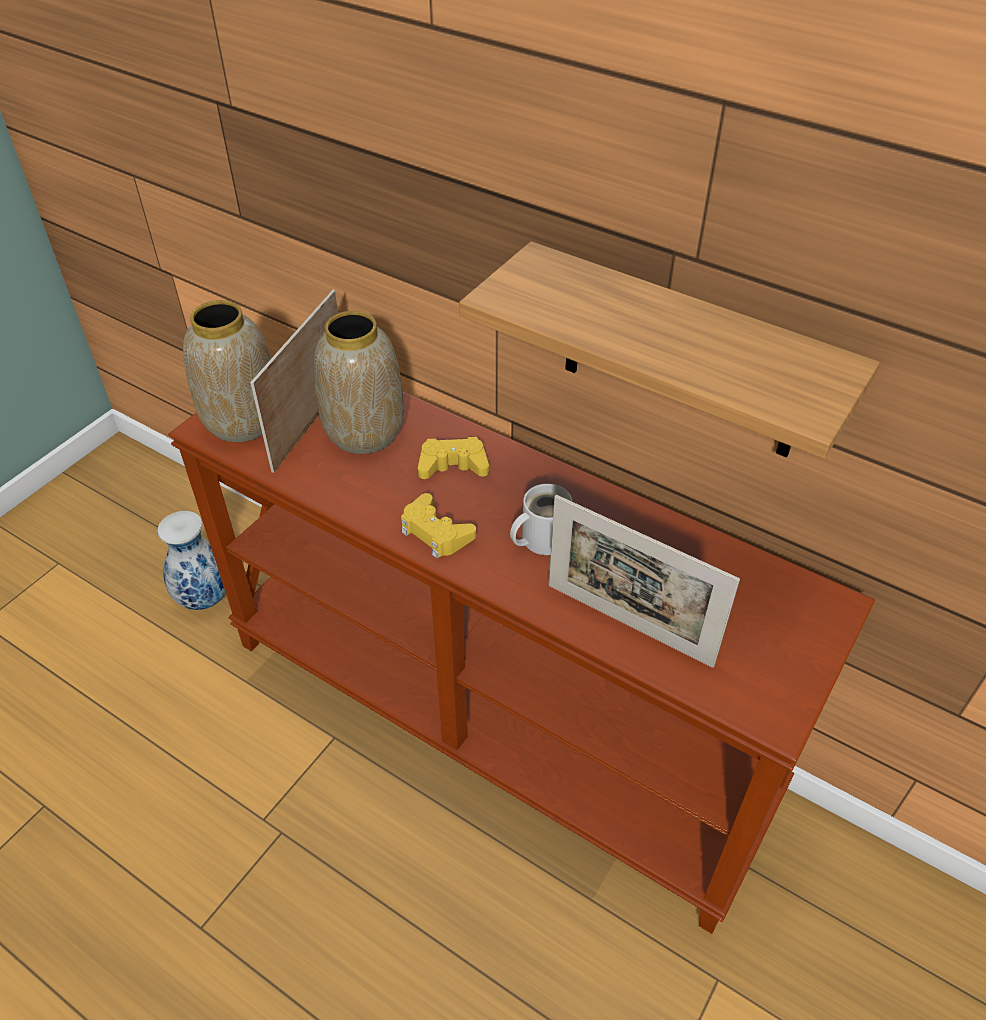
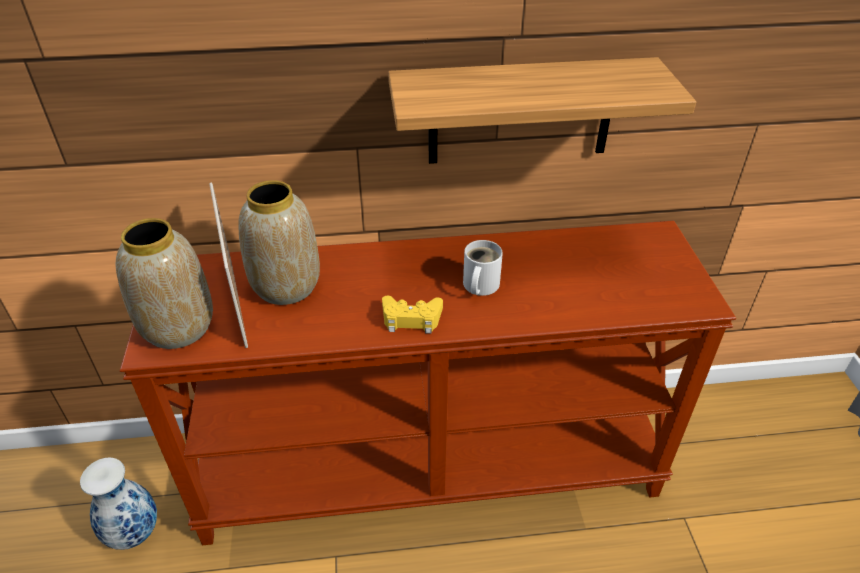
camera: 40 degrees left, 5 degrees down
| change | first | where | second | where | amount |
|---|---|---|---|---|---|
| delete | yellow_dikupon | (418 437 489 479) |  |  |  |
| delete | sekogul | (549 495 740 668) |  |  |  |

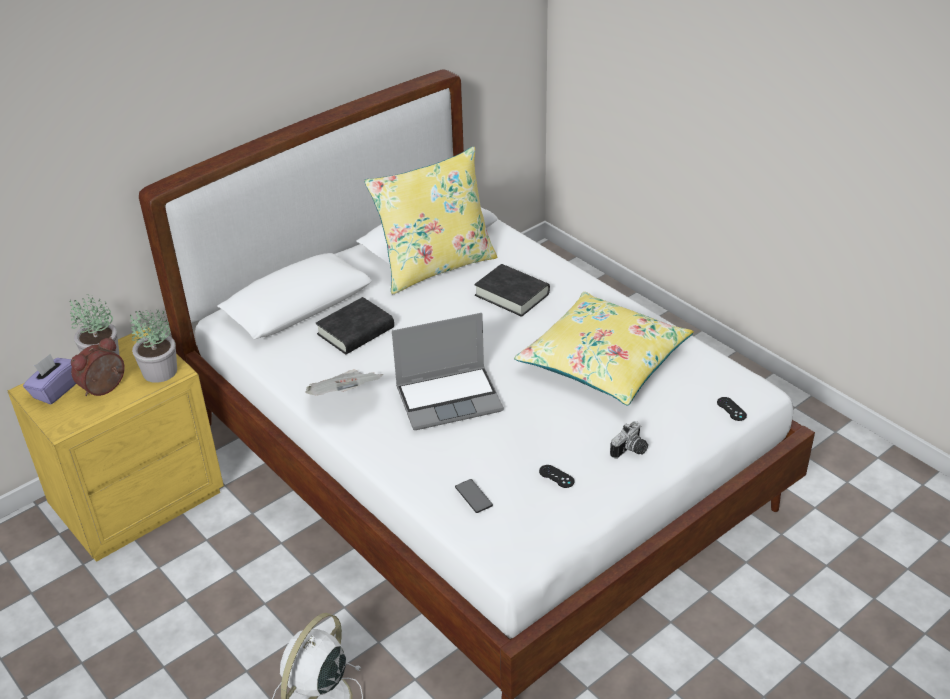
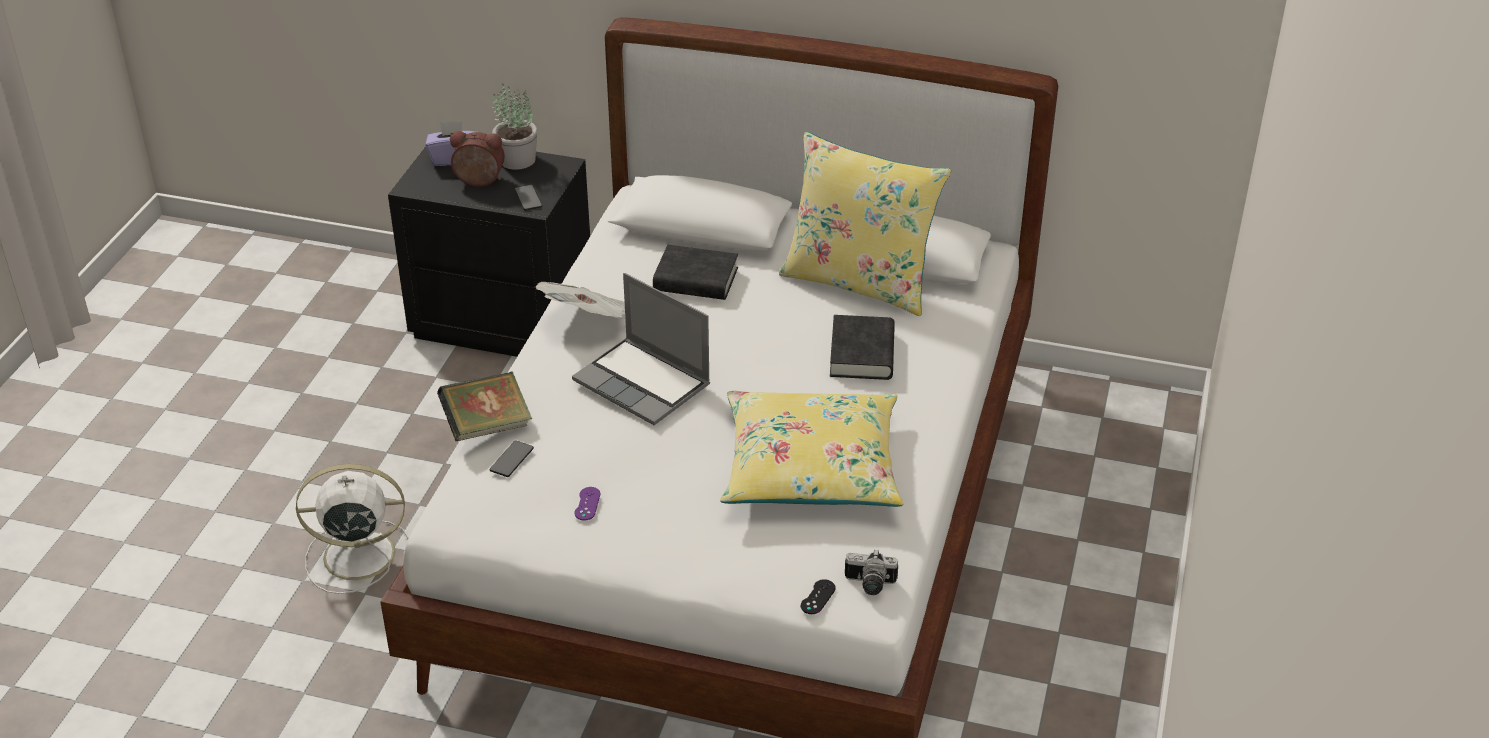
camera: 55 degrees right, 0 degrees up
| change | first | where | second | where | amount |
|---|---|---|---|---|---|
| replace | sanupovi | (130 310 177 383) | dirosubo | (515 185 542 211) |  |
| recolor | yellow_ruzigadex | (7 326 224 562) | black_ruzigadex | (388 146 590 357) |  |
| move | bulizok | (610 421 648 459) |  | (845 549 898 595) |  |
| recolor | black_dikupon | (539 465 574 488) | purple_dikupon | (574 487 600 520) |  |
| insert |  |  | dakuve | (437 371 532 441) |  |

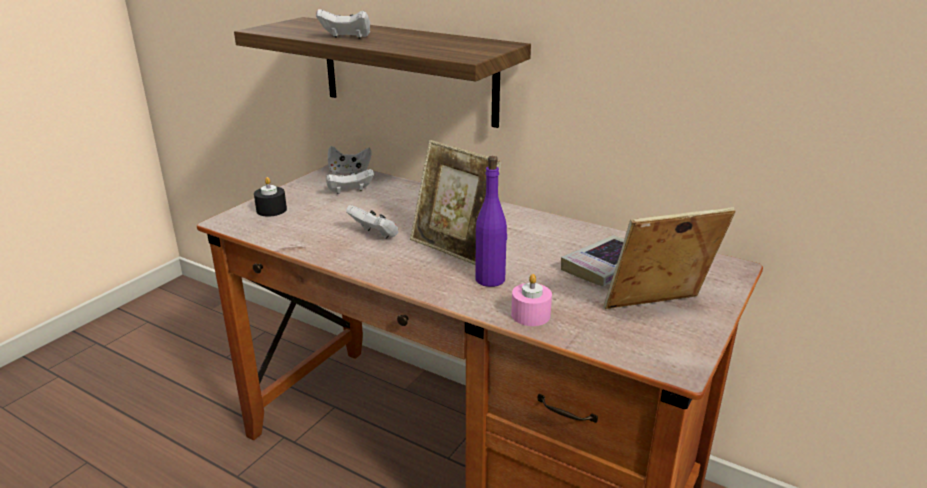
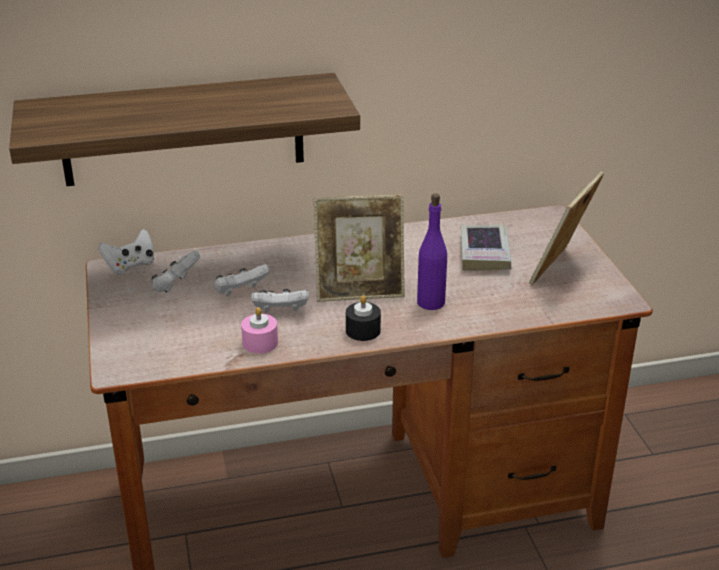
camera: 45 degrees left, 5 degrees up
| change | first | where | second | where | amount |
|---|---|---|---|---|---|
| move | white_dikupon | (316 9 370 39) |  | (215 264 270 296) |  |
| move | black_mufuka | (254 177 287 217) |  | (346 295 381 341) |  |
| move | pink_mufuka | (511 274 552 326) |  | (241 307 278 354) |  |

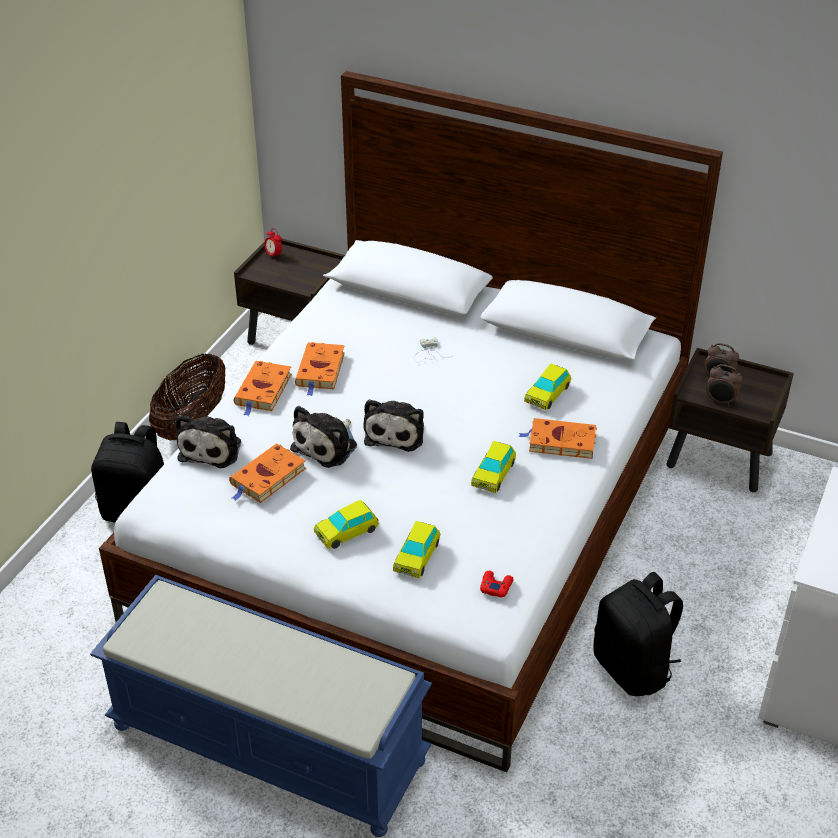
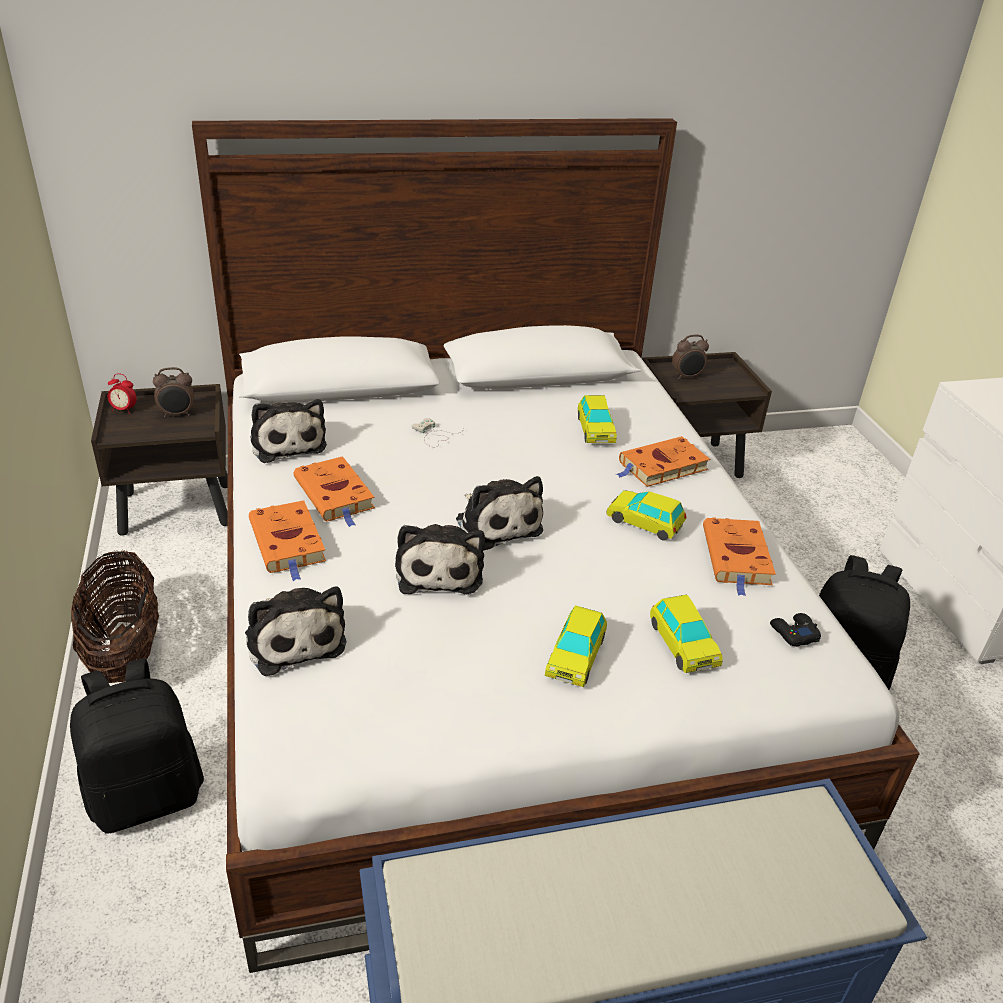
camera: 40 degrees left, 5 degrees down
| change | first | where | second | where | amount |
|---|---|---|---|---|---|
| move | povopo | (706 364 742 406) |  | (153 367 194 417) |  |
| rotate | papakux | (471 441 516 493) |  | (606 490 687 541) | 135 degrees clockwise |
| move | orange_dakuve | (229 443 306 503) |  | (703 517 776 596) |  |
| recolor | red_dikupon | (480 571 513 598) | black_dikupon | (770 613 821 647) |  |
| insert |  |  | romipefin | (250 399 327 463) |  |

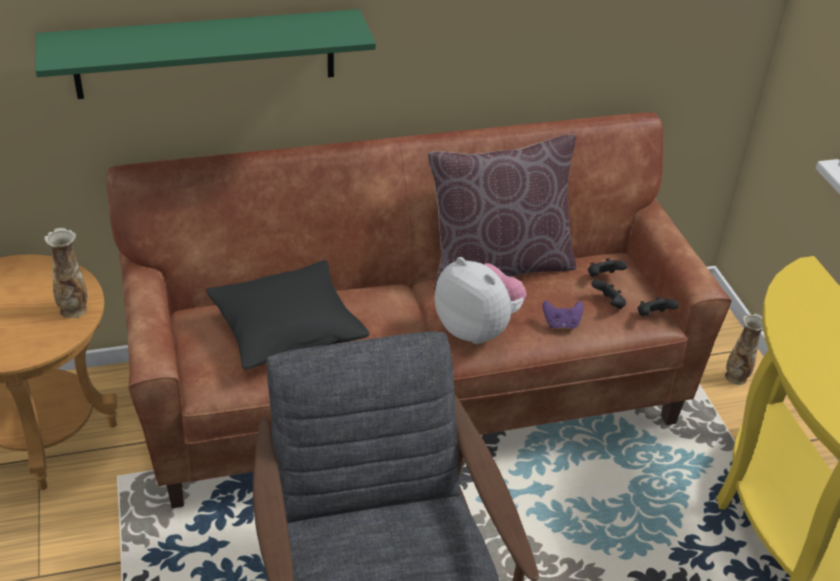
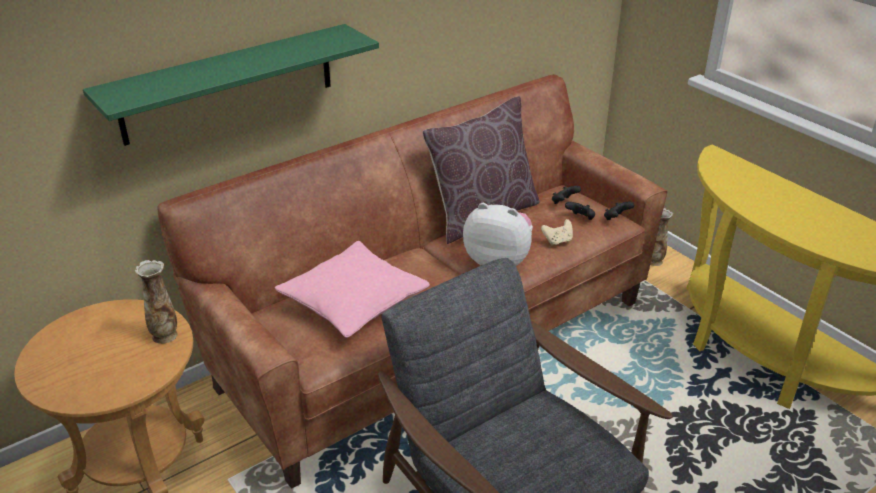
camera: 20 degrees left, 5 degrees down
| change | first | where | second | where | amount |
|---|---|---|---|---|---|
| recolor | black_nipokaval | (206 260 370 369) | pink_nipokaval | (275 241 430 338) |  |
| recolor | purple_dikupon | (543 300 583 329) | beige_dikupon | (541 219 573 245) |  |

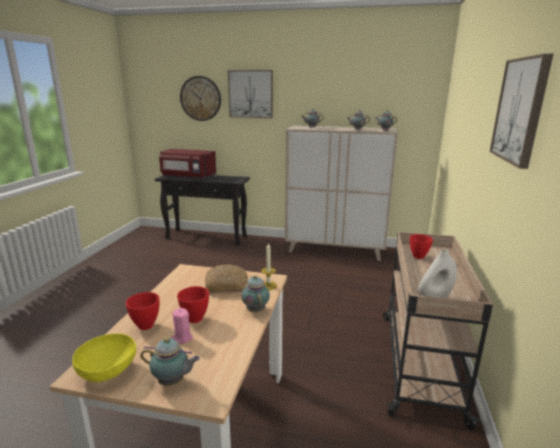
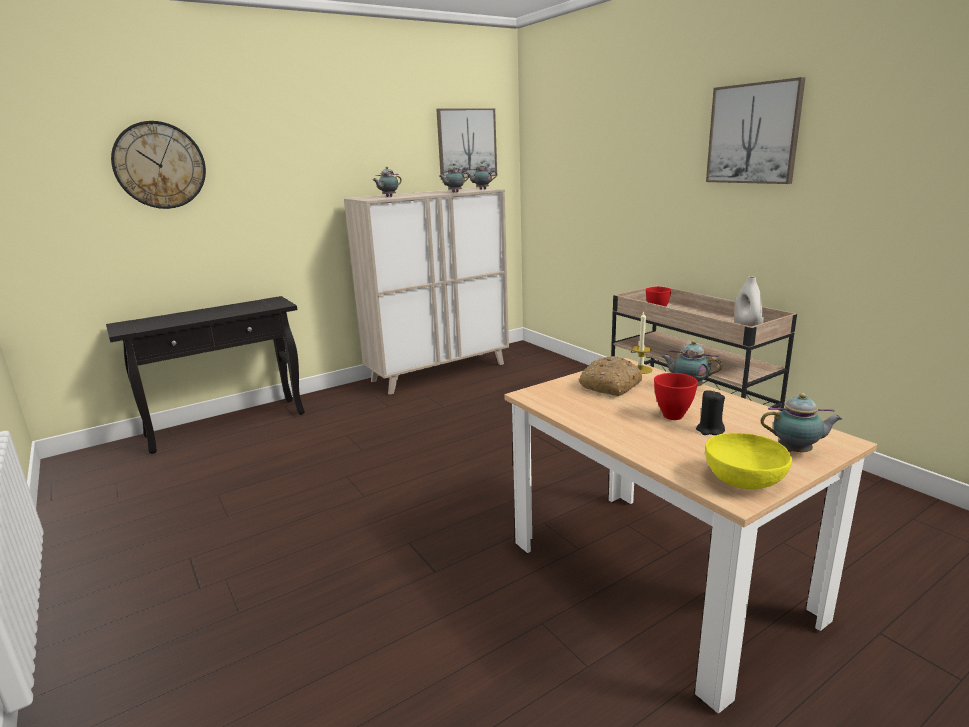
camera: 45 degrees left, 0 degrees up
| change | first | where | second | where | amount |
|---|---|---|---|---|---|
| move | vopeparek | (228 70 273 118) |  | (436 108 497 180) |  |
| delete | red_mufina | (159 149 216 179) |  |  |  |
| delete | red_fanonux | (125 292 160 330) |  |  |  |
| recolor | pink_mufuka | (172 308 193 344) | black_mufuka | (696 390 725 435) |  |
| rotate | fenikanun | (140 337 200 386) |  | (761 393 842 452) | 45 degrees clockwise |

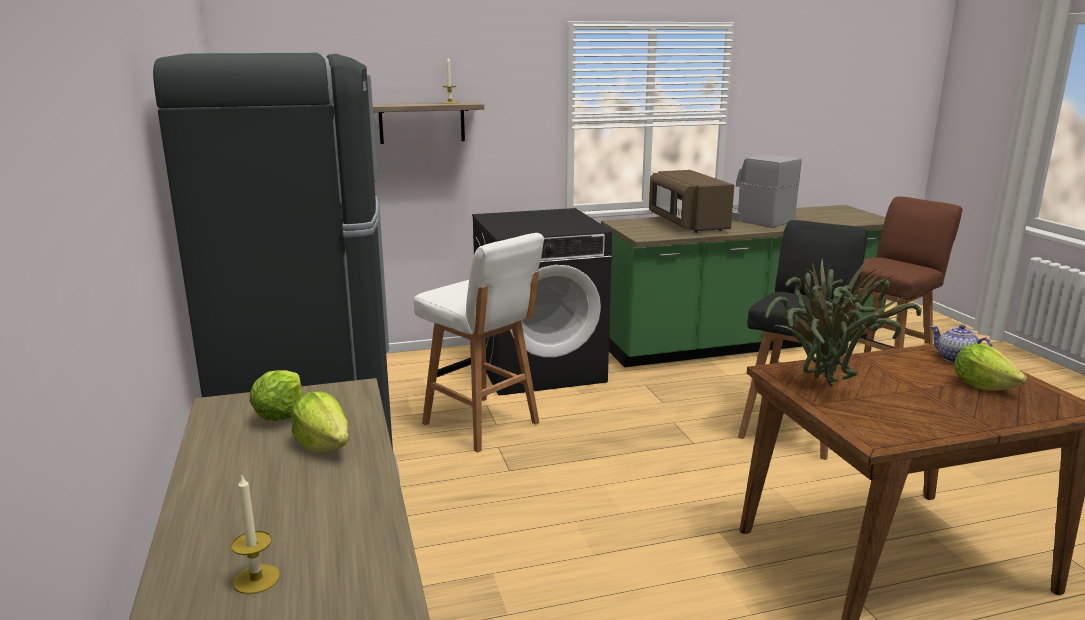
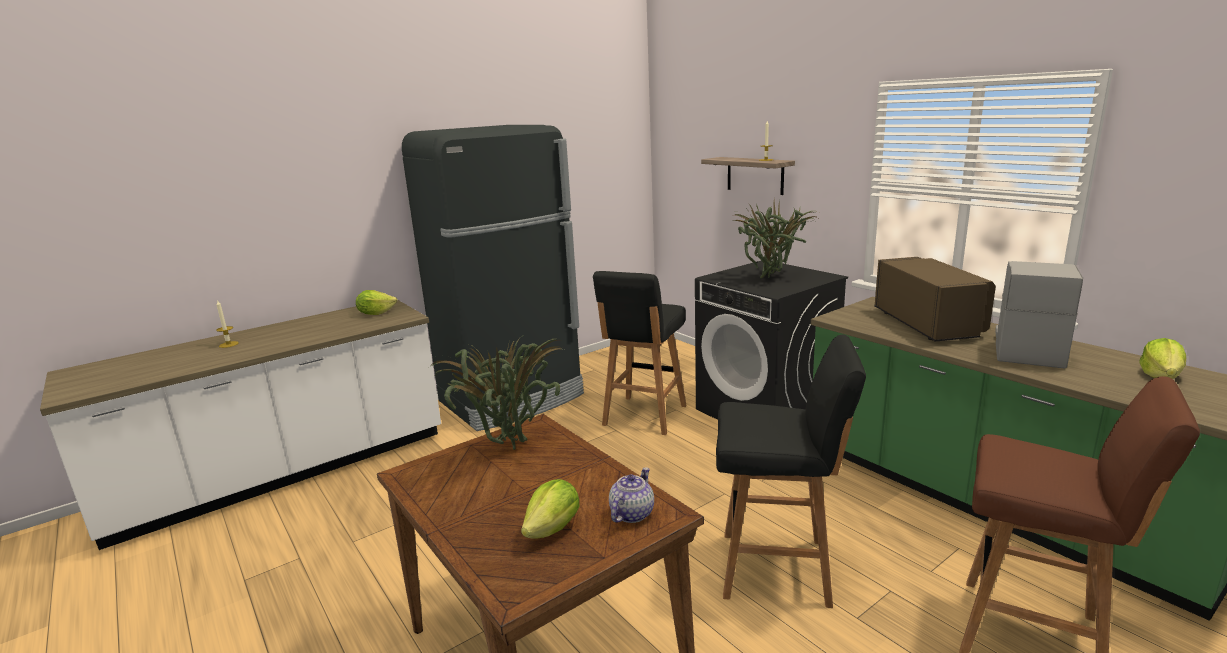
camera: 70 degrees right, 0 degrees up
| change | first | where | second | where | amount |
|---|---|---|---|---|---|
| rotate | brown_mufina | (649 170 734 233) |  | (874 257 996 342) | 120 degrees clockwise |
| recolor | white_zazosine | (414 233 544 452) | black_zazosine | (593 271 686 435) |  |
| move | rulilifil | (292 391 348 453) |  | (1139 338 1186 379) |  |
| insert |  |  | sanupovi | (731 198 818 279) |  |

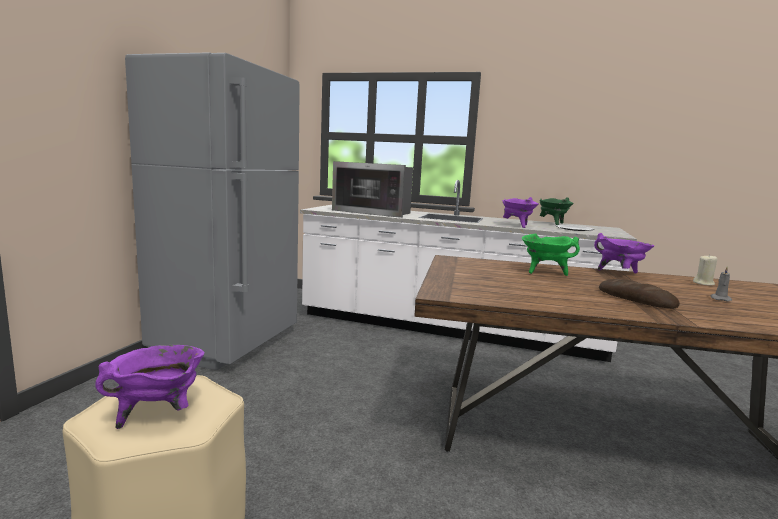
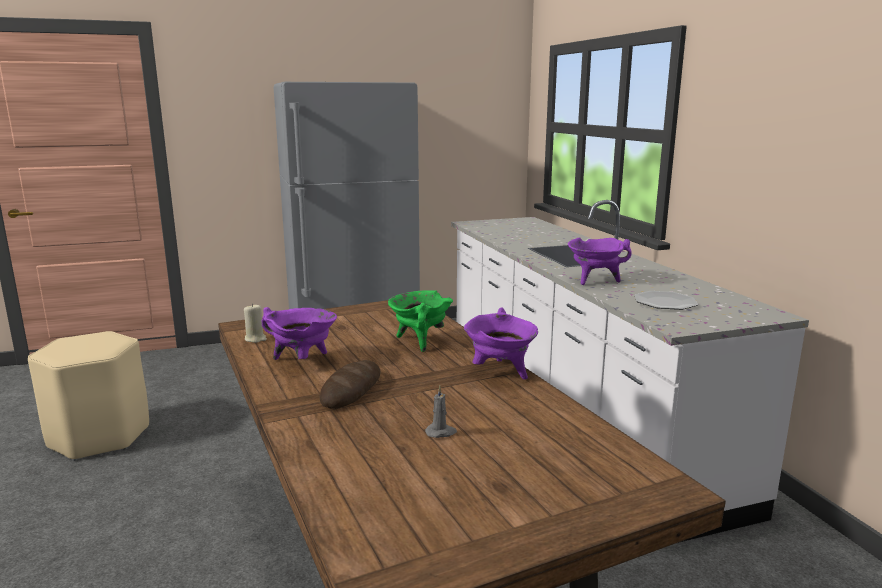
camera: 55 degrees right, 5 degrees up
| change | first | where | second | where | amount |
|---|---|---|---|---|---|
| delete | mufina | (332 161 413 218) |  |  |  |
| delete | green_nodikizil | (539 197 574 225) |  |  |  |
| move | beige_mufuka | (693 254 717 286) |  | (244 303 267 343) |  |
| move | purple_nodikizil | (95 345 204 429) |  | (261 307 337 360) |  |

